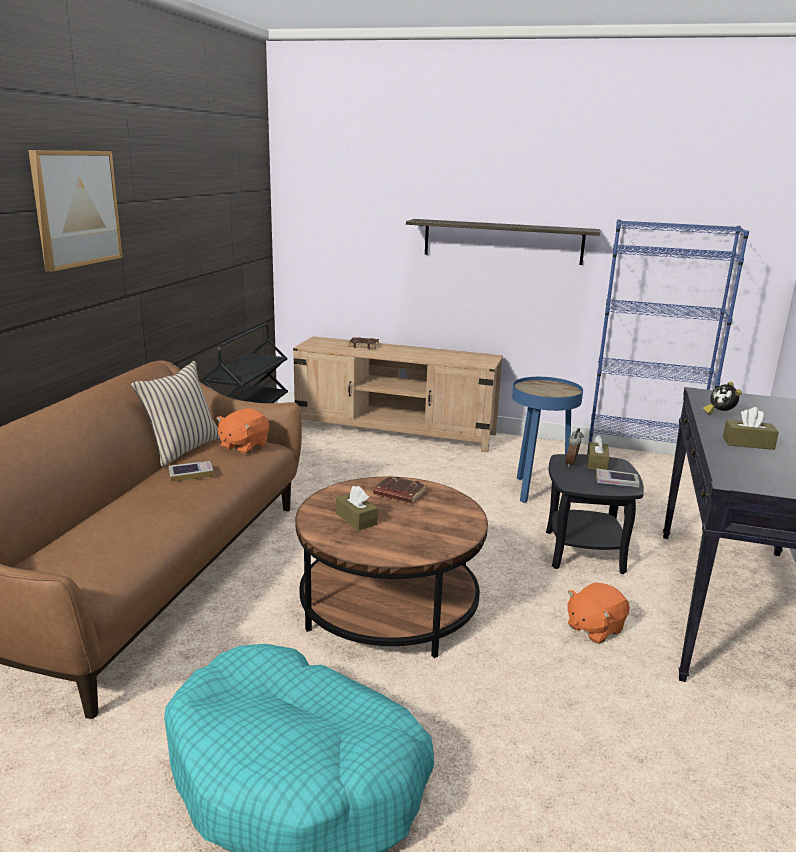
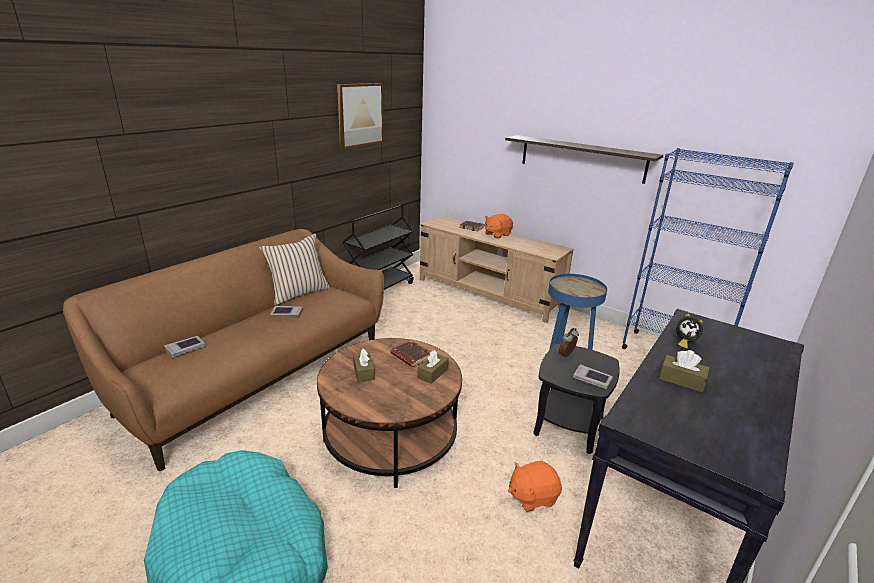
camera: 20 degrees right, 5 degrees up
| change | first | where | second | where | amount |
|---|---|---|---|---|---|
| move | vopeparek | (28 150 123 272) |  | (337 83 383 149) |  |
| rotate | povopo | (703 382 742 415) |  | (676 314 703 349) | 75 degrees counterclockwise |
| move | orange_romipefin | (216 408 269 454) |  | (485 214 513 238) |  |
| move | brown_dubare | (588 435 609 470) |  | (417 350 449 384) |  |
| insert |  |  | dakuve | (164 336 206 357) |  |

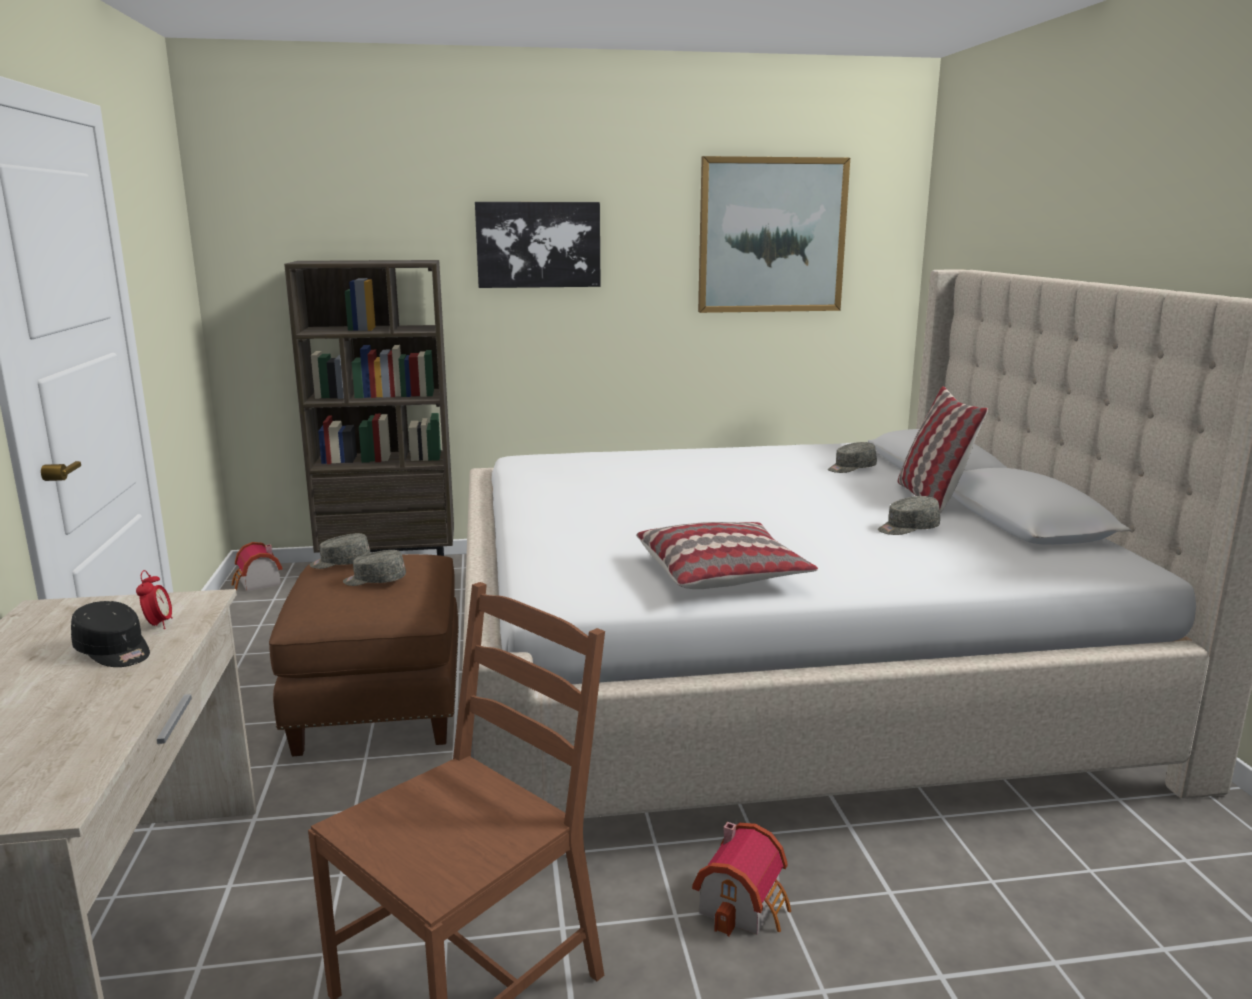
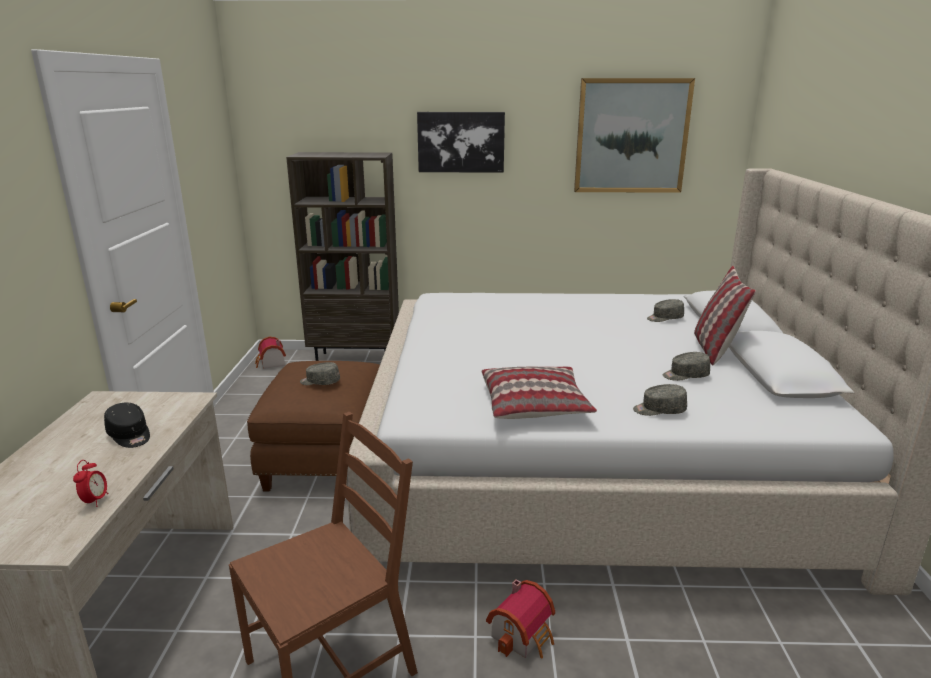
camera: 10 degrees right, 5 degrees up
| change | first | where | second | where | amount |
|---|---|---|---|---|---|
| move | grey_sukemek | (310 533 371 569) |  | (633 384 687 416) |  |
| move | povopo | (136 570 173 629) |  | (73 460 109 507) |  |

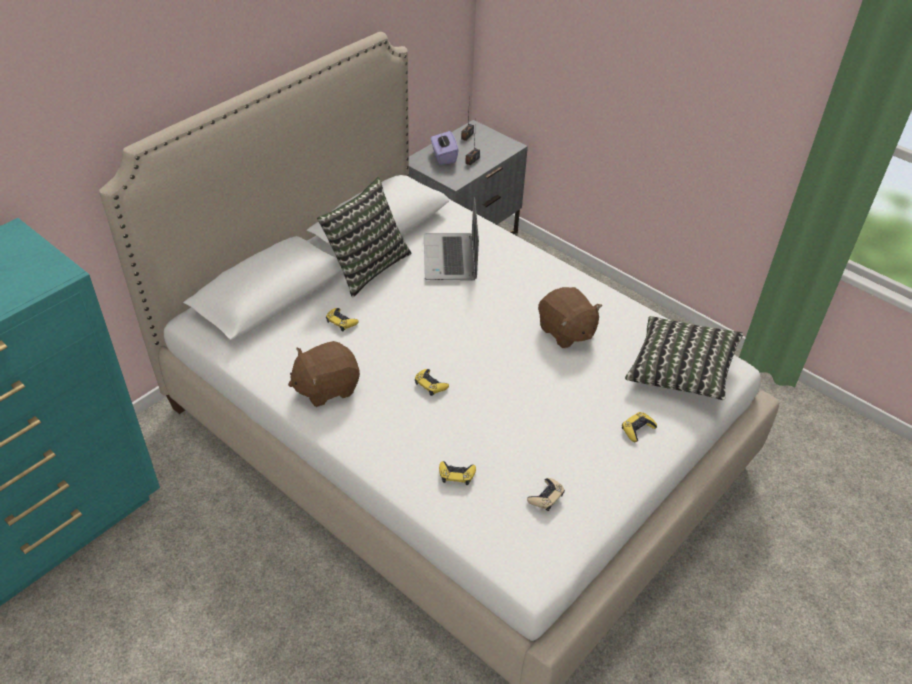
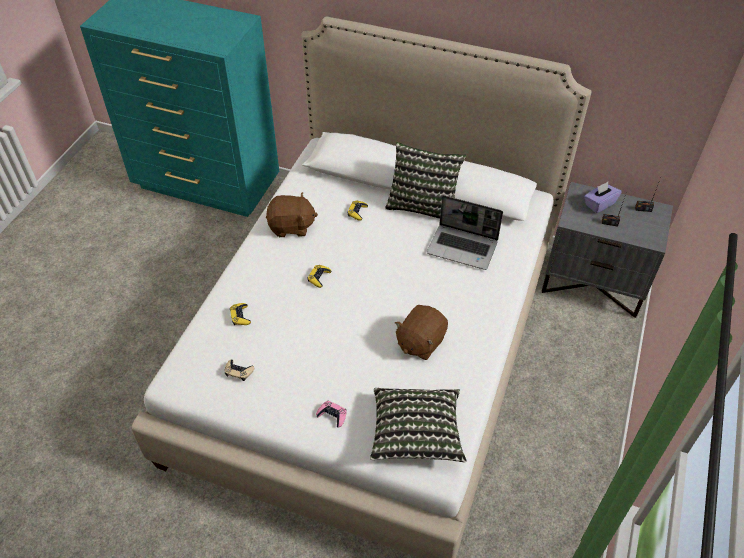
camera: 70 degrees right, 5 degrees up
| change | first | where | second | where | amount |
|---|---|---|---|---|---|
| rotate | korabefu | (424 196 479 280) |  | (427 195 503 270) | 135 degrees counterclockwise |
| rotate | brown_romipefin | (288 341 360 407) |  | (266 192 318 237) | 135 degrees clockwise |
| recolor | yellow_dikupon | (622 412 657 442) | pink_dikupon | (316 401 347 428) |  |

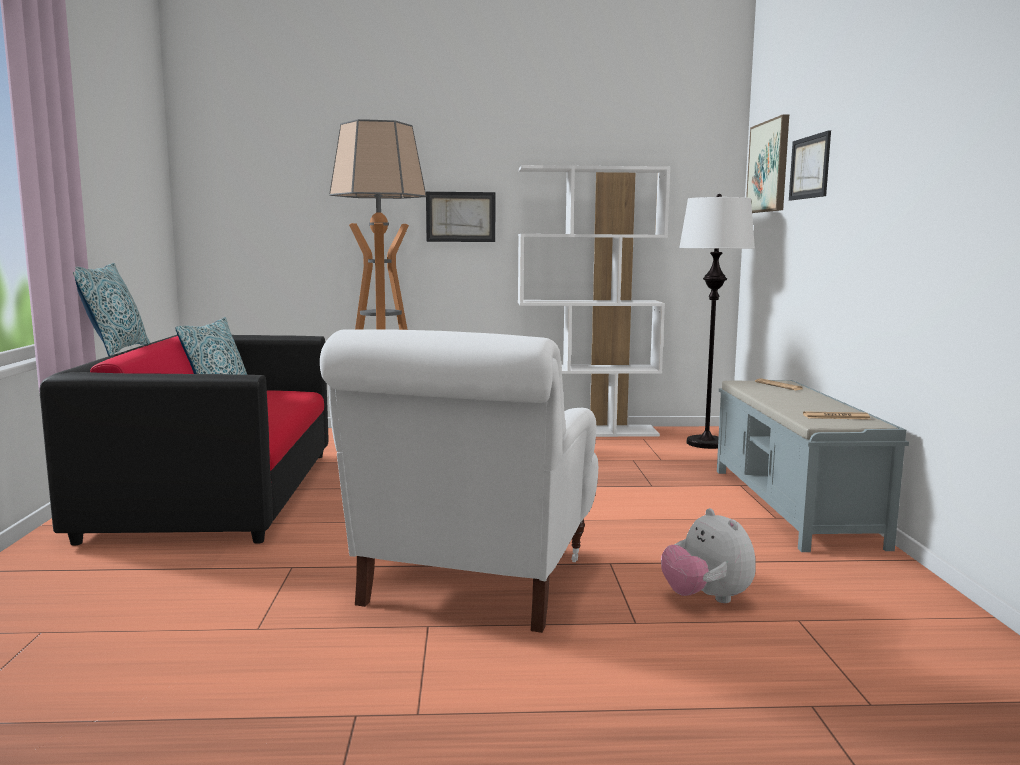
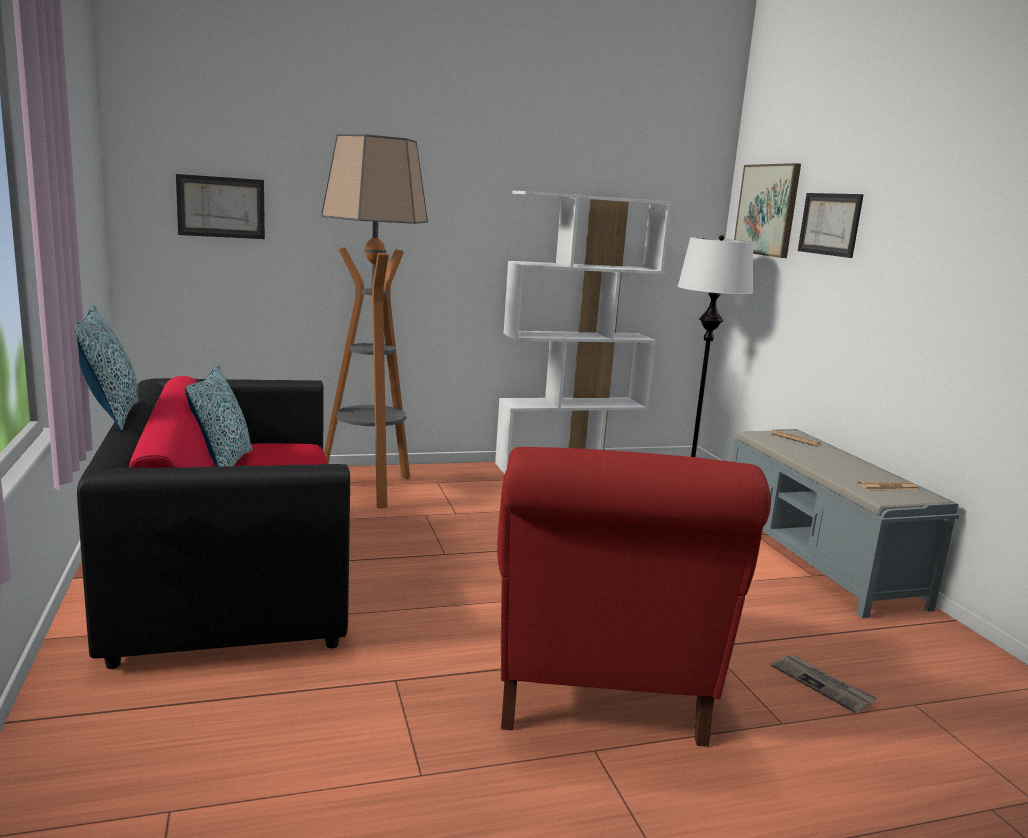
camera: 15 degrees left, 5 degrees up
| change | first | where | second | where | amount |
|---|---|---|---|---|---|
| move | vopeparek | (426 192 495 242) |  | (176 174 265 239) |  |
| recolor | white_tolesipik | (320 329 598 633) | red_tolesipik | (497 447 771 747) |  |
| replace | romipefin | (661 508 756 603) | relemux | (771 655 877 713) |  |

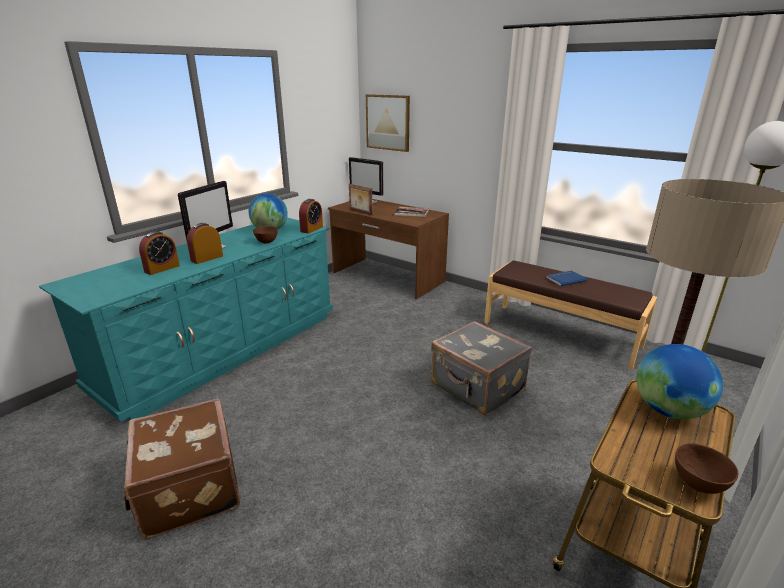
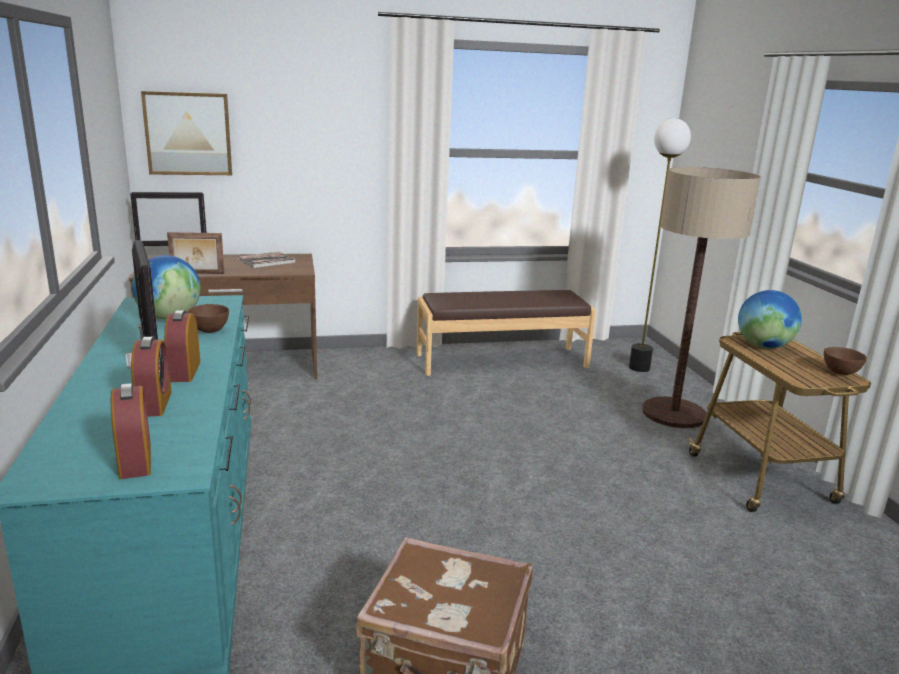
camera: 50 degrees left, 5 degrees down
| change | first | where | second | where | amount |
|---|---|---|---|---|---|
| move | povopo | (299 199 323 234) |  | (111 383 151 479) |  |
| delete | blue_dakuve | (546 271 587 287) |  |  |  |
| delete | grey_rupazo | (431 321 532 416) |  |  |  |

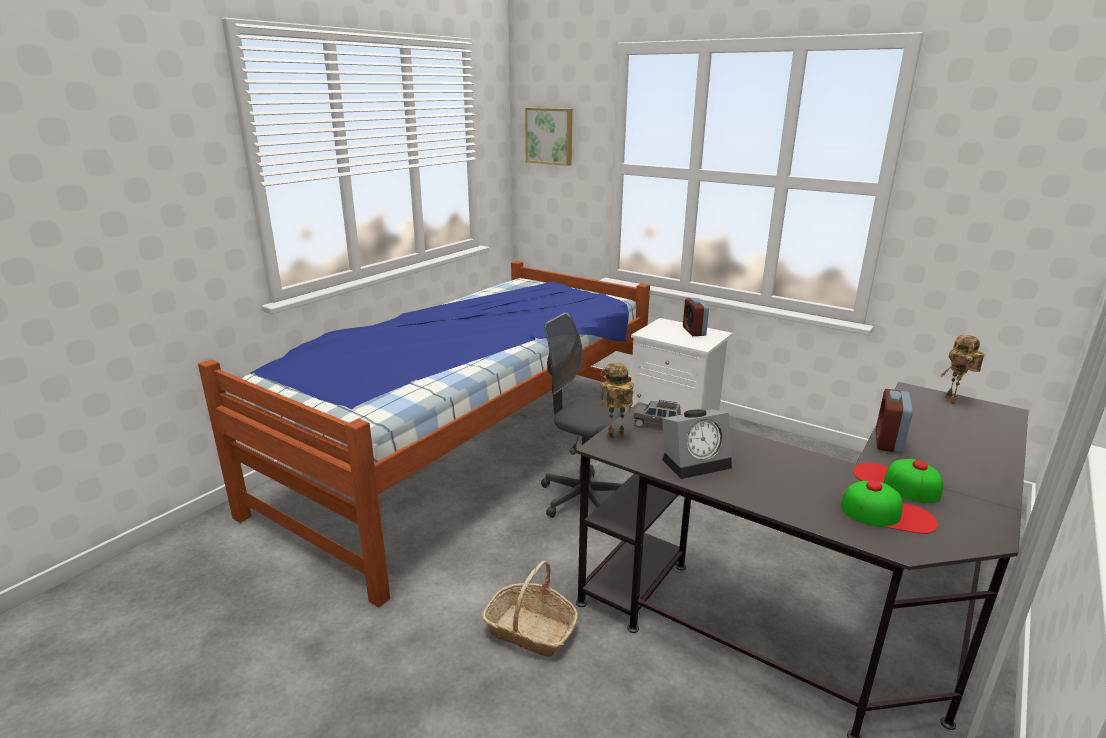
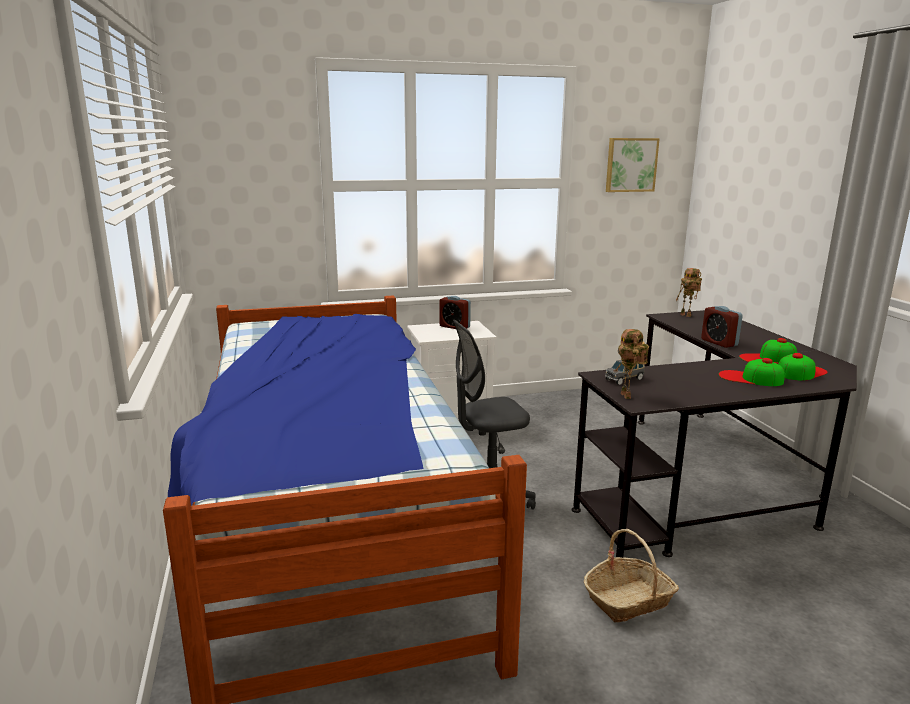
camera: 50 degrees left, 5 degrees down
| change | first | where | second | where | amount |
|---|---|---|---|---|---|
| move | vopeparek | (525 108 572 166) |  | (606 138 660 192) |  |
| rotate | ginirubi | (599 363 634 438) |  | (614 329 649 399) | 45 degrees counterclockwise |
| delete | povopo | (662 409 732 479) |  |  |  |
| insert |  |  | sukemek | (719 358 785 386) |  |

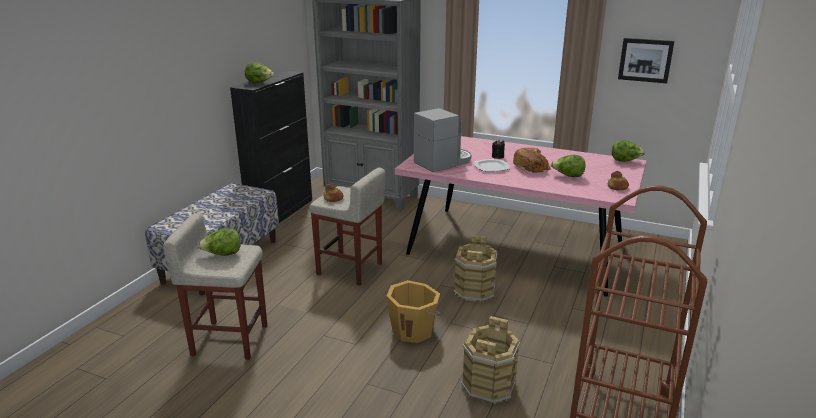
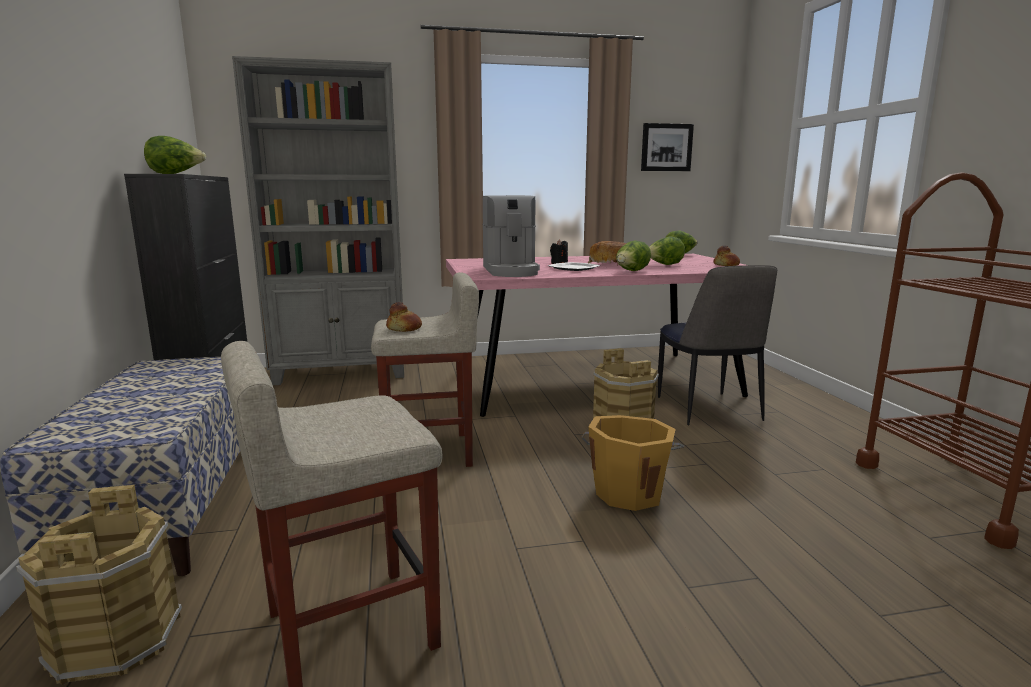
camera: 35 degrees left, 10 degrees down
| change | first | where | second | where | amount |
|---|---|---|---|---|---|
| rotate | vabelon | (413 108 471 172) |  | (482 195 540 277) | 150 degrees clockwise |
| move | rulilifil | (198 228 241 256) |  | (616 240 651 271) |  |
| move | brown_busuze | (461 316 520 404) |  | (16 485 182 685) |  |
| insert |  |  | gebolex | (658 265 777 425) |  |

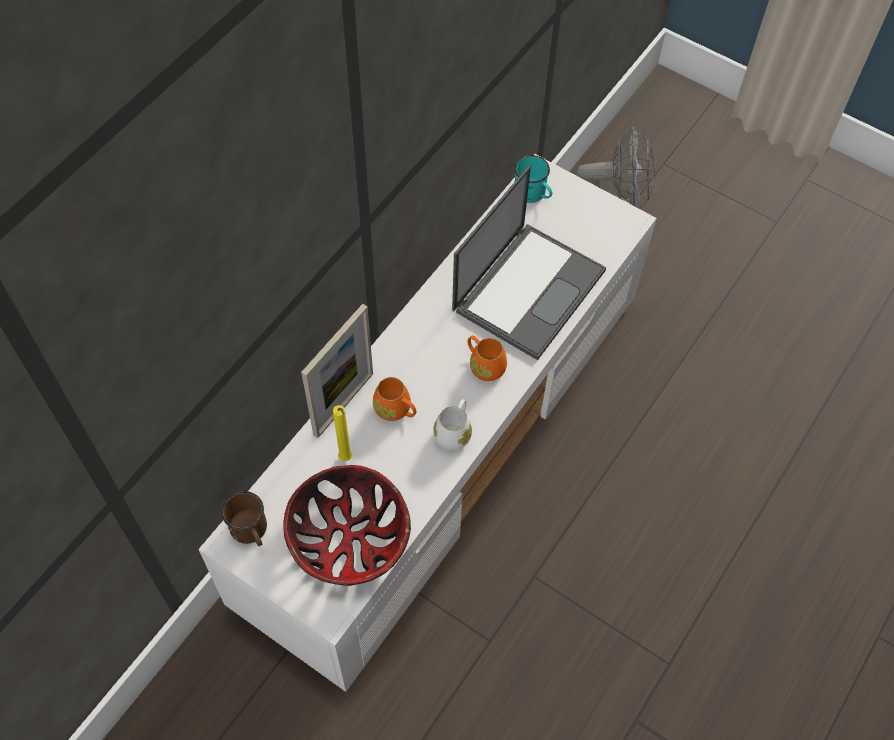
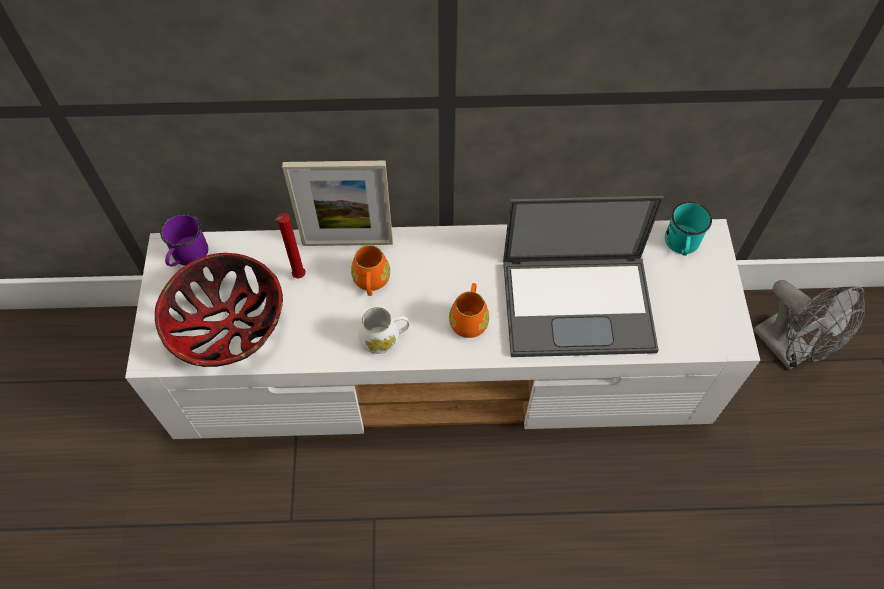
camera: 55 degrees right, 0 degrees up
| change | first | where | second | where | amount |
|---|---|---|---|---|---|
| recolor | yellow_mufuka | (333 405 352 461) | red_mufuka | (275 213 306 279) |  |
| recolor | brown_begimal | (222 491 267 546) | purple_begimal | (160 213 208 267) |  |

